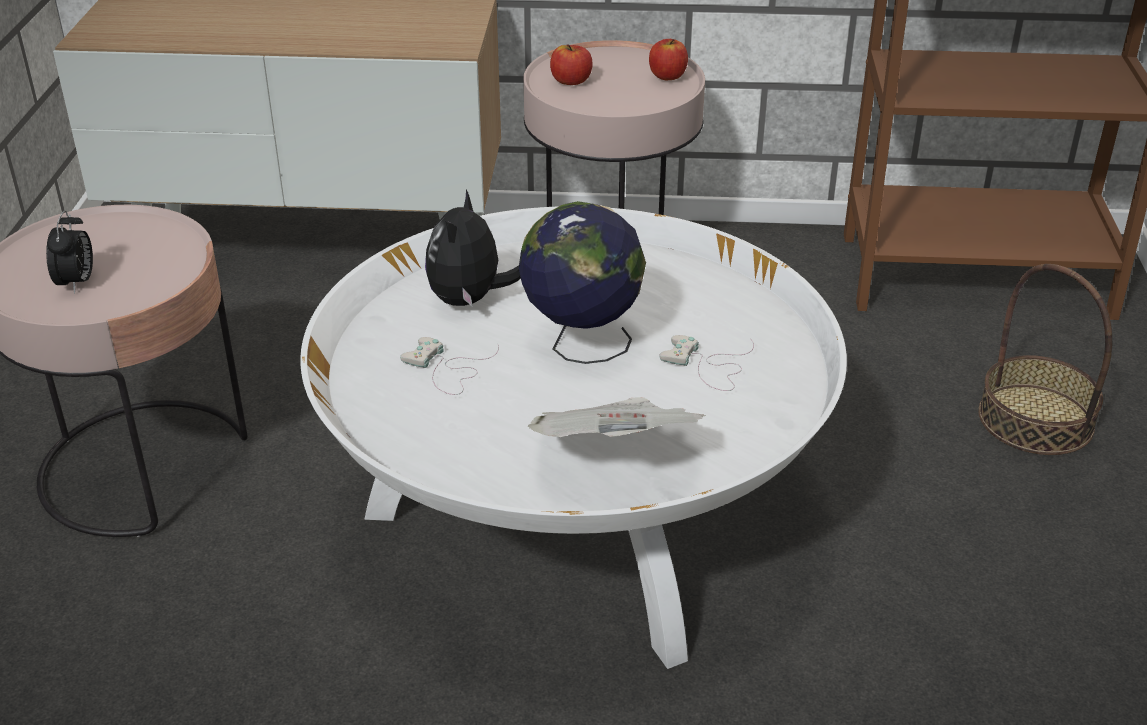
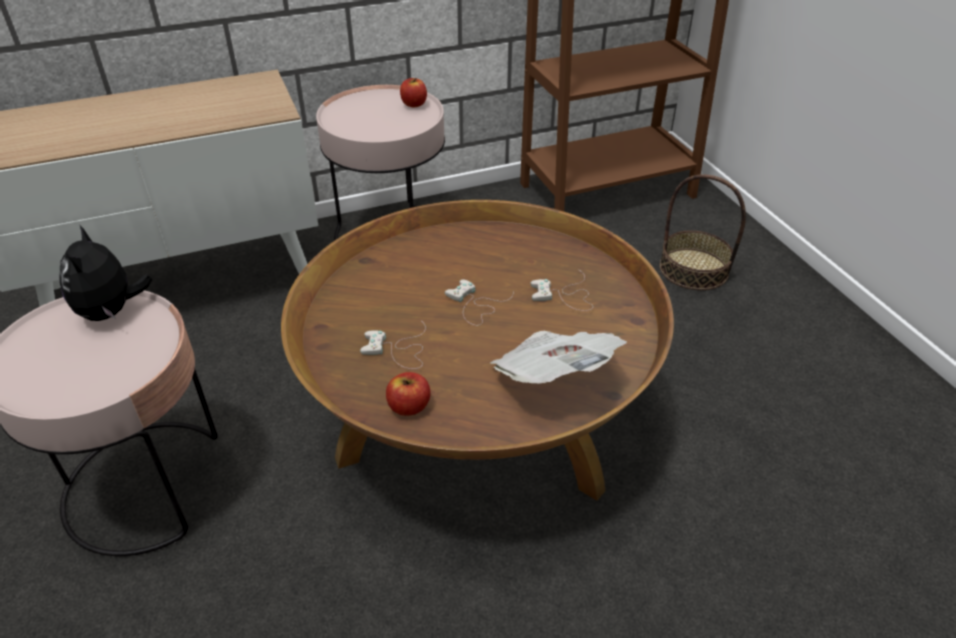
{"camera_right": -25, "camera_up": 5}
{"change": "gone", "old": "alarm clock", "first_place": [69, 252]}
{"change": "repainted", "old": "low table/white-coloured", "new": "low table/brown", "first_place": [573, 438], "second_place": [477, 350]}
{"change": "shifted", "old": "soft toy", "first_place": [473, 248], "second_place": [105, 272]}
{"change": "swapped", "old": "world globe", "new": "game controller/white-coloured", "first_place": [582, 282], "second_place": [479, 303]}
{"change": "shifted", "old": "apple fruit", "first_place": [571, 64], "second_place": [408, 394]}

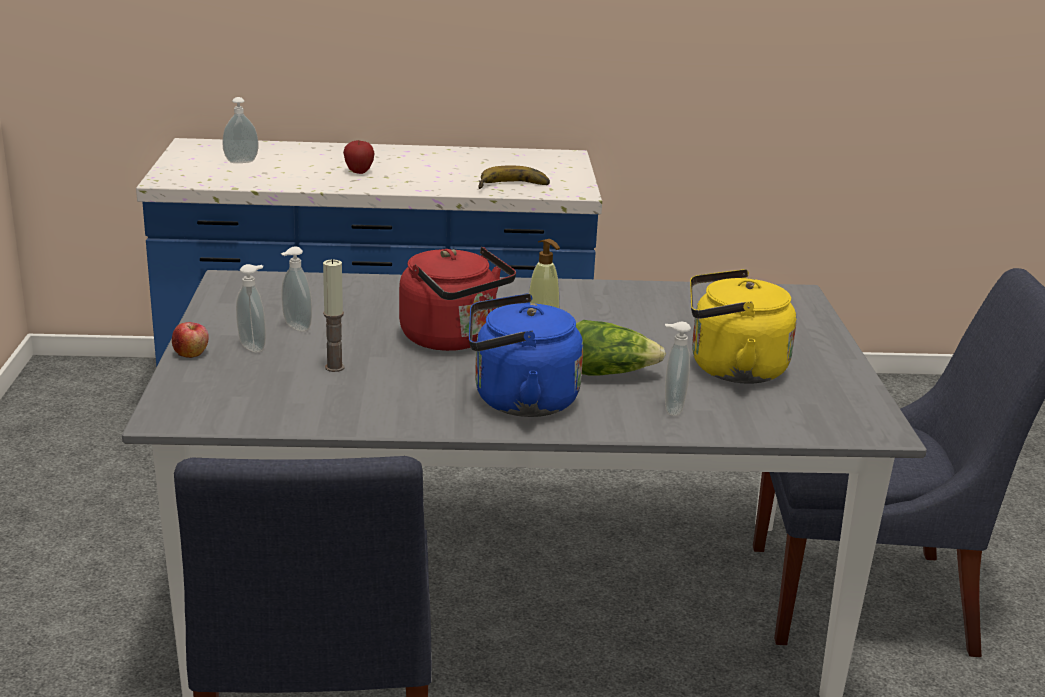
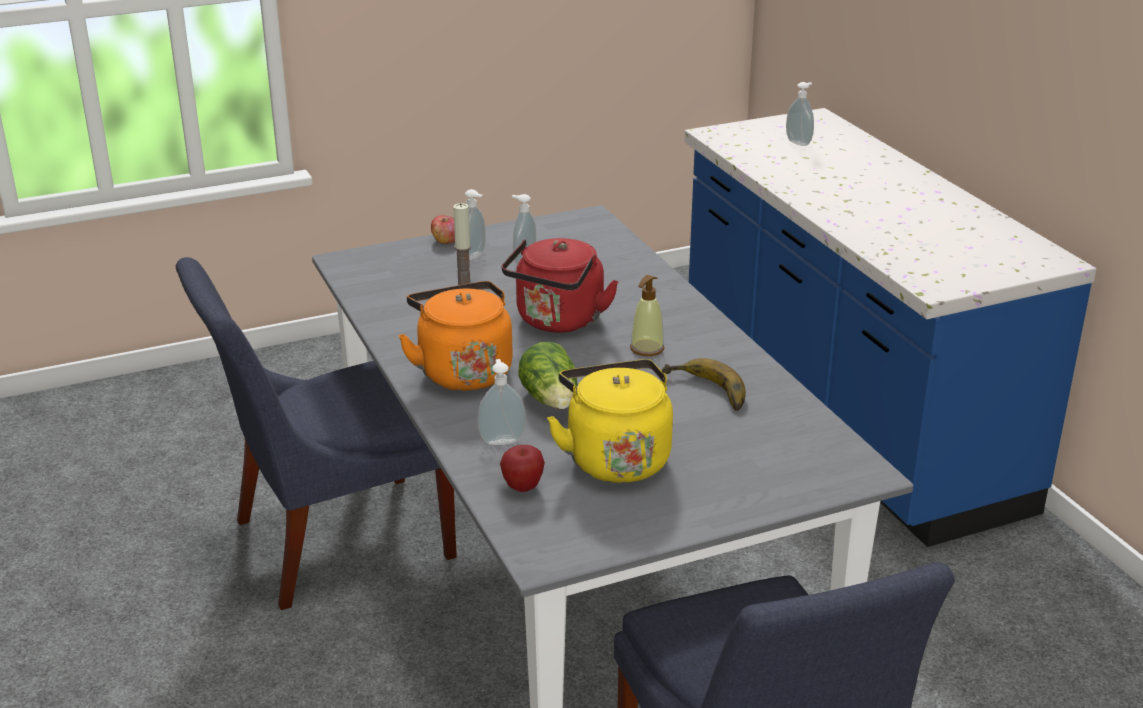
{"camera_right": 70, "camera_up": 5}
{"change": "shifted", "old": "apple fruit", "first_place": [358, 157], "second_place": [522, 468]}
{"change": "repainted", "old": "tea kettle/bluish", "new": "tea kettle/orange", "first_place": [526, 355], "second_place": [455, 336]}
{"change": "shifted", "old": "banana", "first_place": [514, 177], "second_place": [703, 384]}

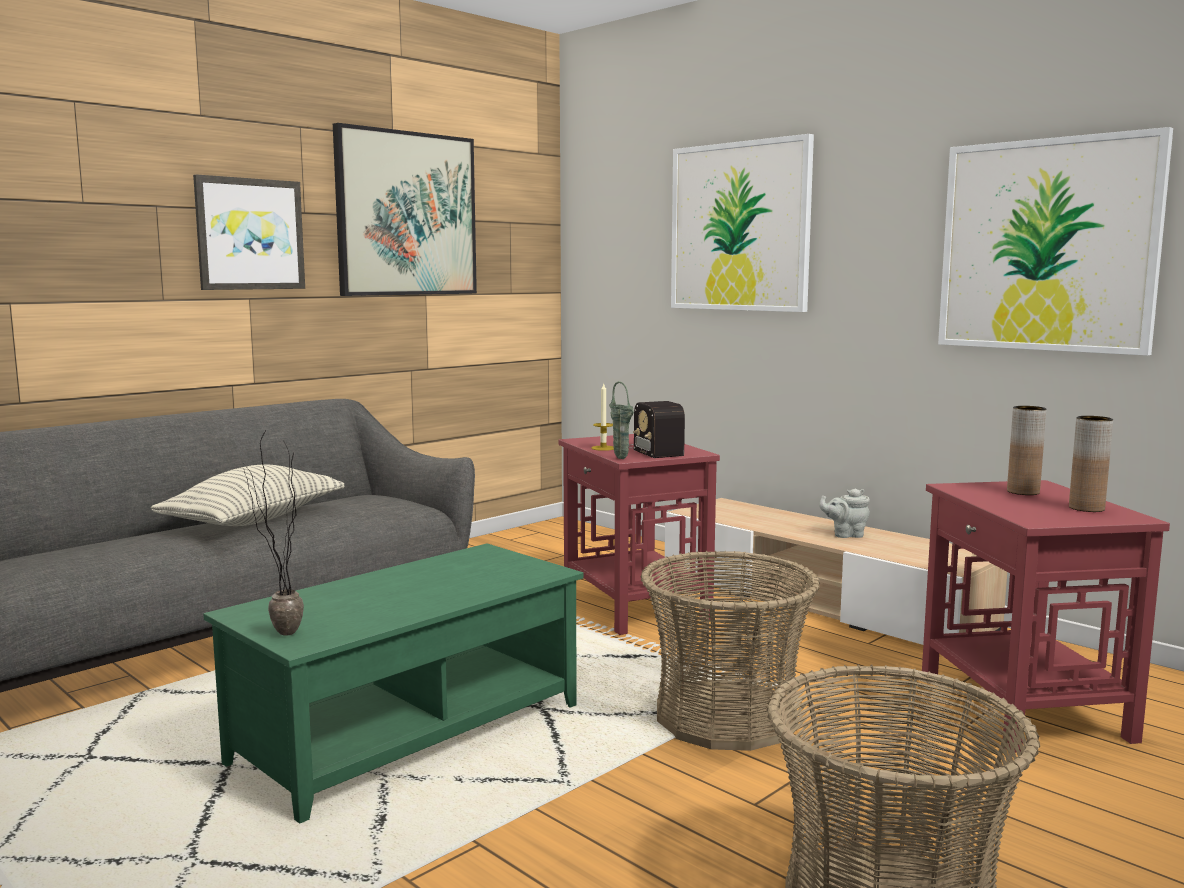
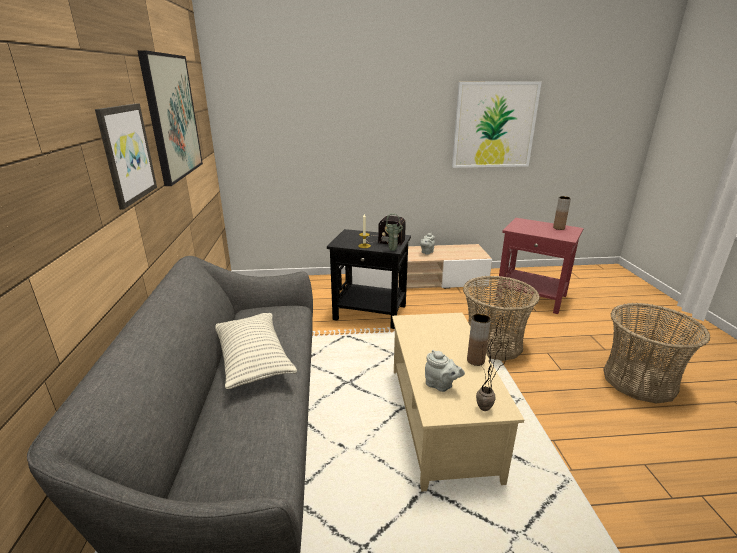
{"camera_right": -50, "camera_up": 15}
{"change": "repainted", "old": "low table/green-coloured", "new": "low table/sand-coloured", "first_place": [393, 683], "second_place": [458, 402]}
{"change": "repainted", "old": "end table/reddish", "new": "end table/black", "first_place": [639, 534], "second_place": [369, 279]}
{"change": "gone", "old": "wall picture", "first_place": [742, 223]}
{"change": "shifted", "old": "decorative vase/brown", "first_place": [1027, 450], "second_place": [479, 340]}
{"change": "new", "new": "pot for tea/grey", "second_place": [445, 371]}

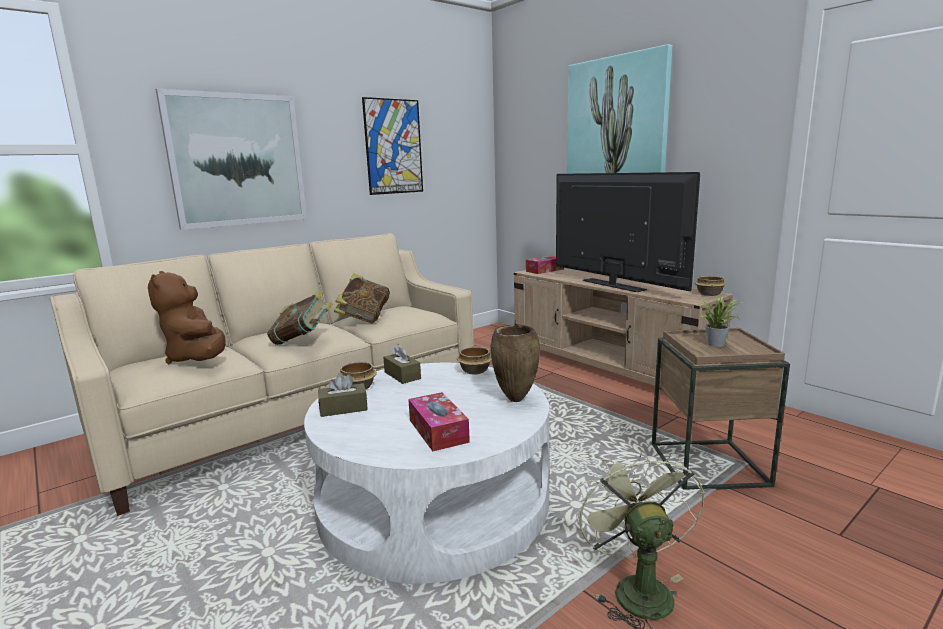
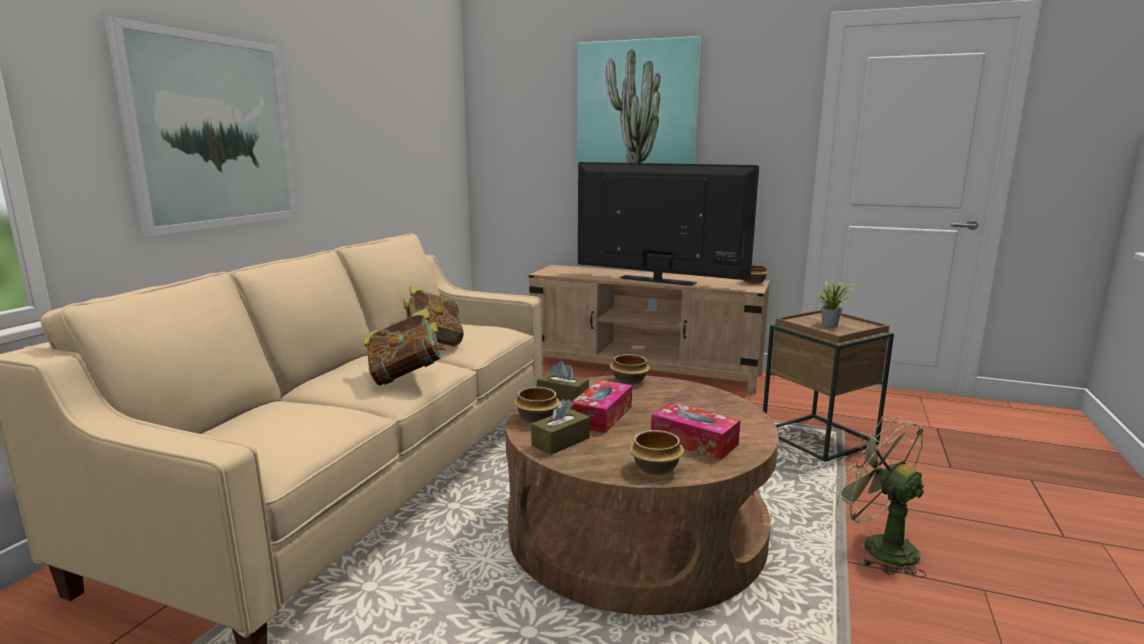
{"camera_right": -30, "camera_up": 0}
{"change": "gone", "old": "soft toy/brown", "first_place": [187, 317]}
{"change": "repainted", "old": "low table/white-coloured", "new": "low table/brown", "first_place": [426, 473], "second_place": [642, 495]}
{"change": "gone", "old": "wall picture", "first_place": [392, 146]}
{"change": "gone", "old": "decorative vase/brown", "first_place": [515, 363]}
{"change": "shifted", "old": "tissue holder", "first_place": [545, 265], "second_place": [601, 406]}
{"change": "new", "new": "bowl", "second_place": [656, 452]}

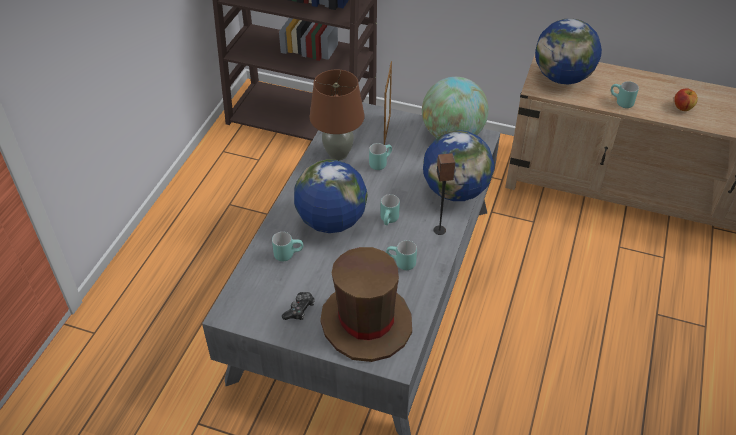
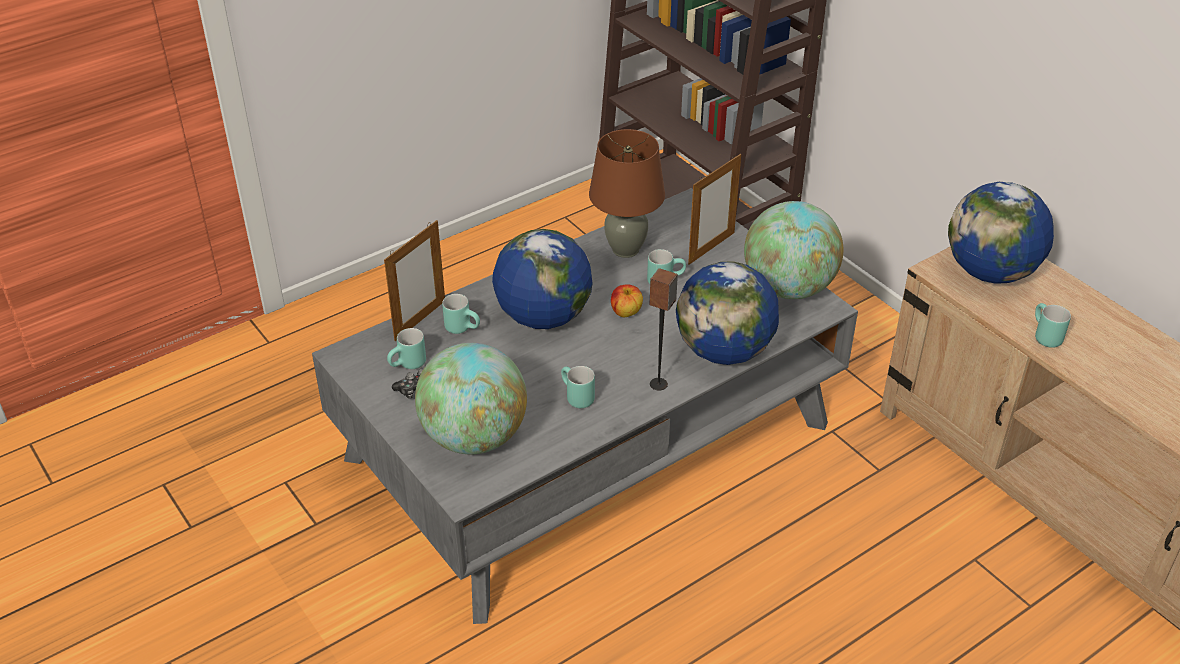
{"camera_right": 35, "camera_up": -5}
{"change": "swapped", "old": "wearable hat/brown", "new": "world globe", "first_place": [366, 304], "second_place": [471, 398]}
{"change": "shifted", "old": "tea mug/blue-green", "first_place": [390, 209], "second_place": [406, 348]}
{"change": "shifted", "old": "apple fruit", "first_place": [686, 100], "second_place": [627, 301]}
{"change": "new", "new": "standing frame", "second_place": [414, 281]}

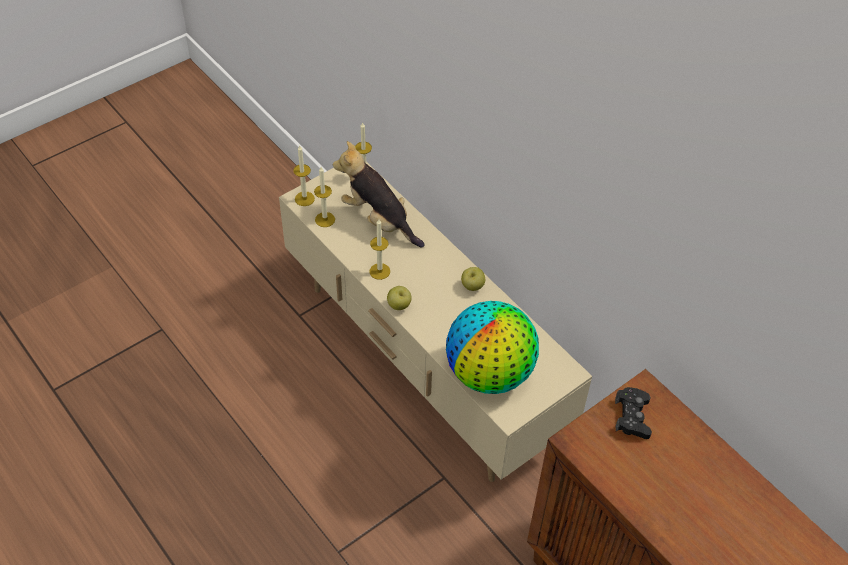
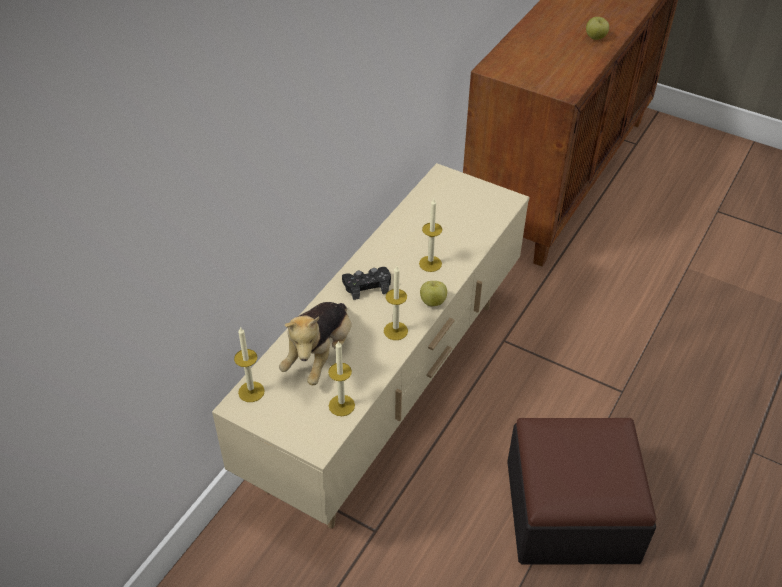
{"camera_right": -110, "camera_up": -5}
{"change": "shifted", "old": "candle", "first_place": [304, 176], "second_place": [430, 235]}
{"change": "gone", "old": "world globe", "first_place": [492, 347]}
{"change": "shifted", "old": "apple fruit", "first_place": [473, 279], "second_place": [597, 28]}
{"change": "shifted", "old": "game controller/black", "first_place": [633, 413], "second_place": [366, 283]}
{"change": "new", "new": "ottoman", "second_place": [581, 491]}

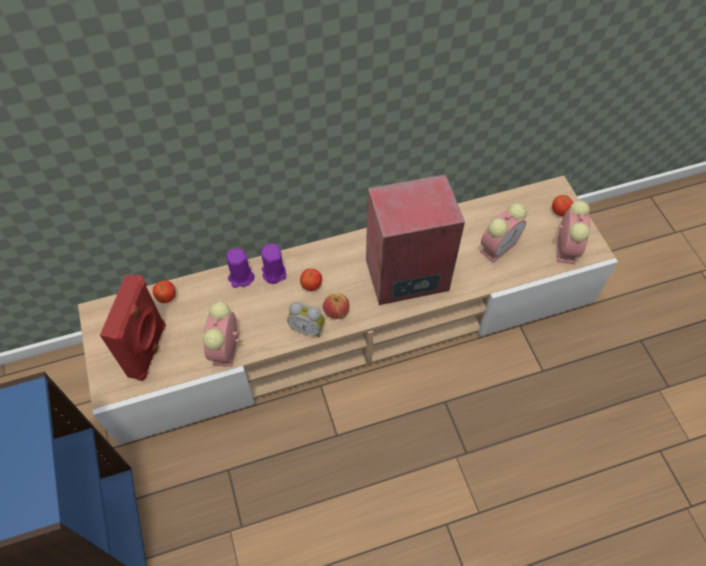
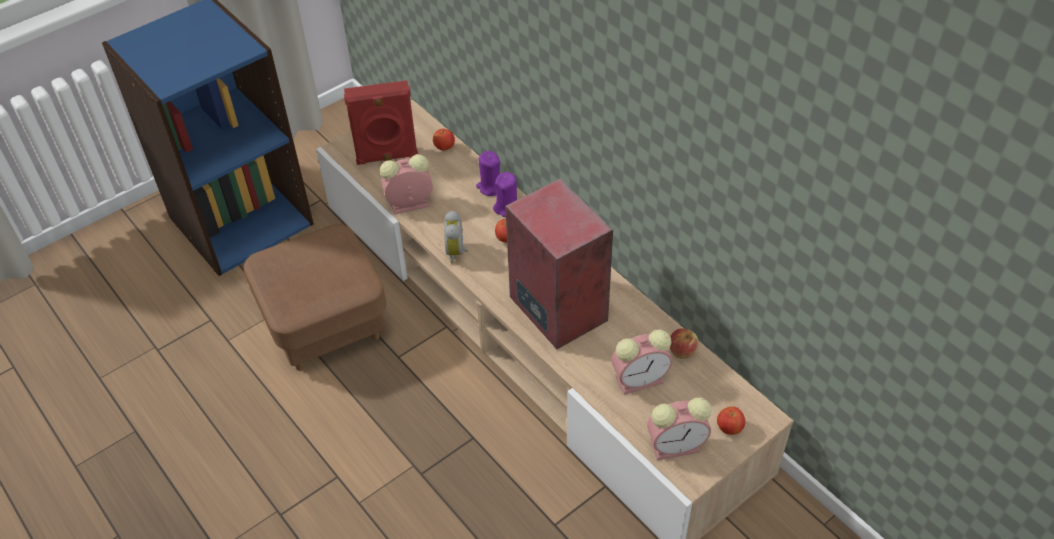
{"camera_right": 70, "camera_up": -10}
{"change": "shifted", "old": "apple fruit", "first_place": [336, 306], "second_place": [684, 343]}
{"change": "rotated", "old": "alarm clock", "first_place": [503, 233], "second_place": [642, 362], "degrees": -45}
{"change": "new", "new": "ottoman/brown", "second_place": [315, 297]}

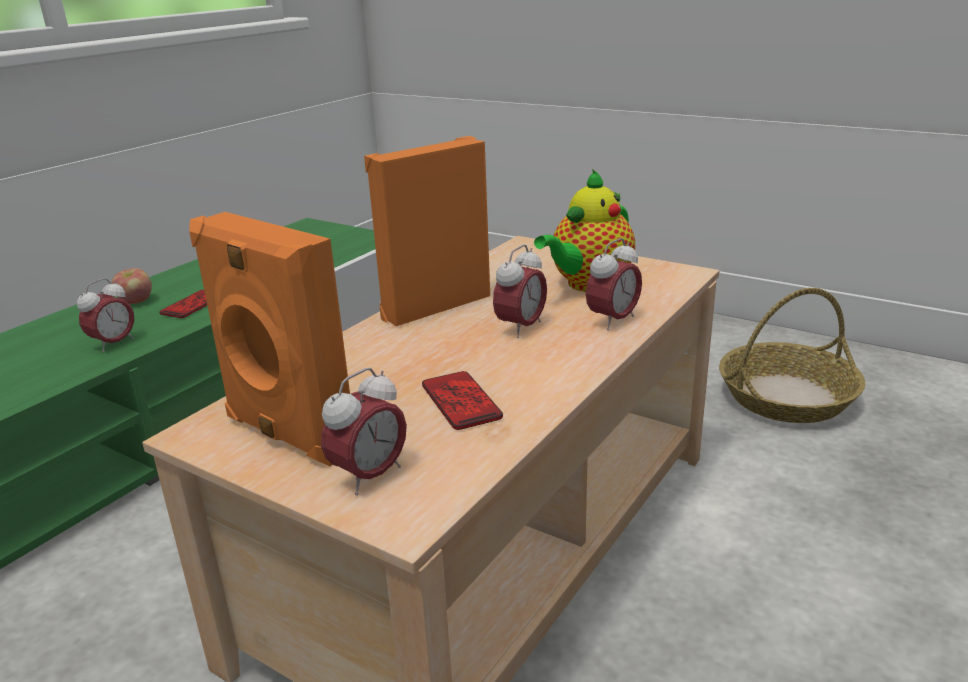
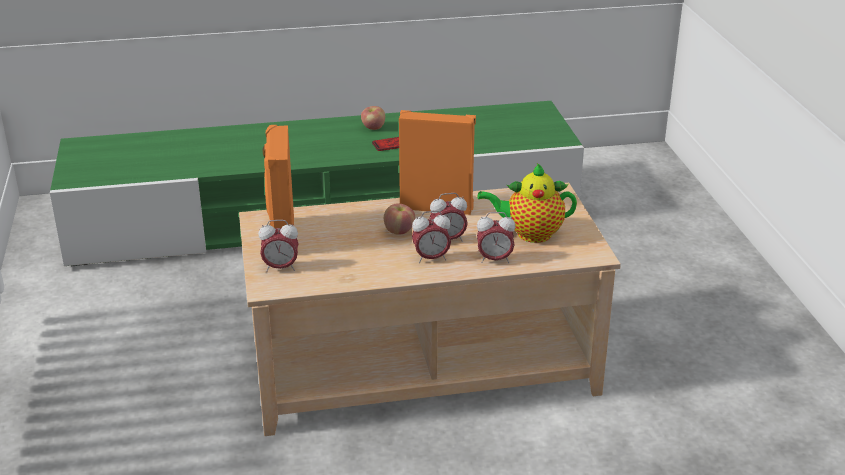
{"camera_right": 45, "camera_up": 5}
{"change": "shifted", "old": "alarm clock", "first_place": [105, 315], "second_place": [431, 236]}
{"change": "gone", "old": "phone", "first_place": [462, 400]}
{"change": "gone", "old": "household basket", "first_place": [792, 355]}
{"change": "new", "new": "apple fruit", "second_place": [399, 219]}

